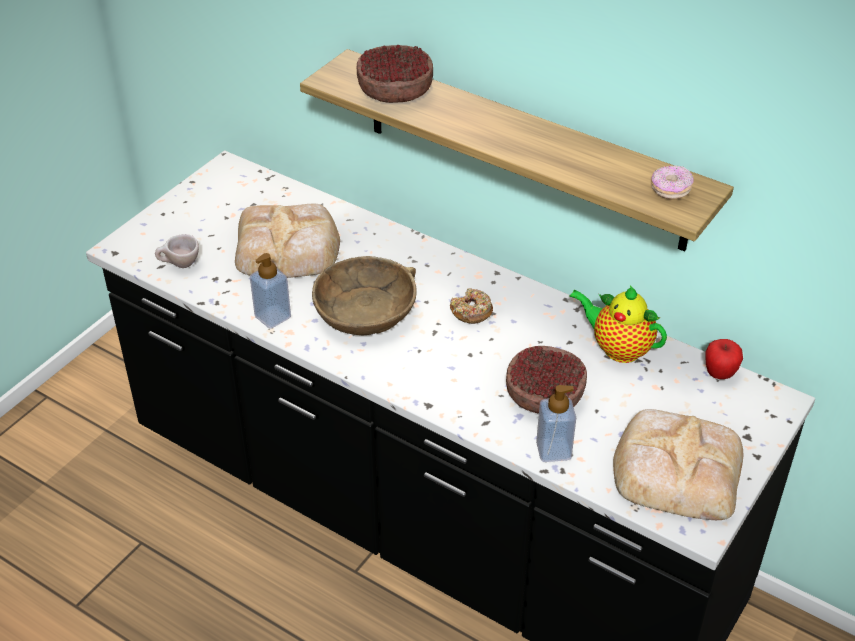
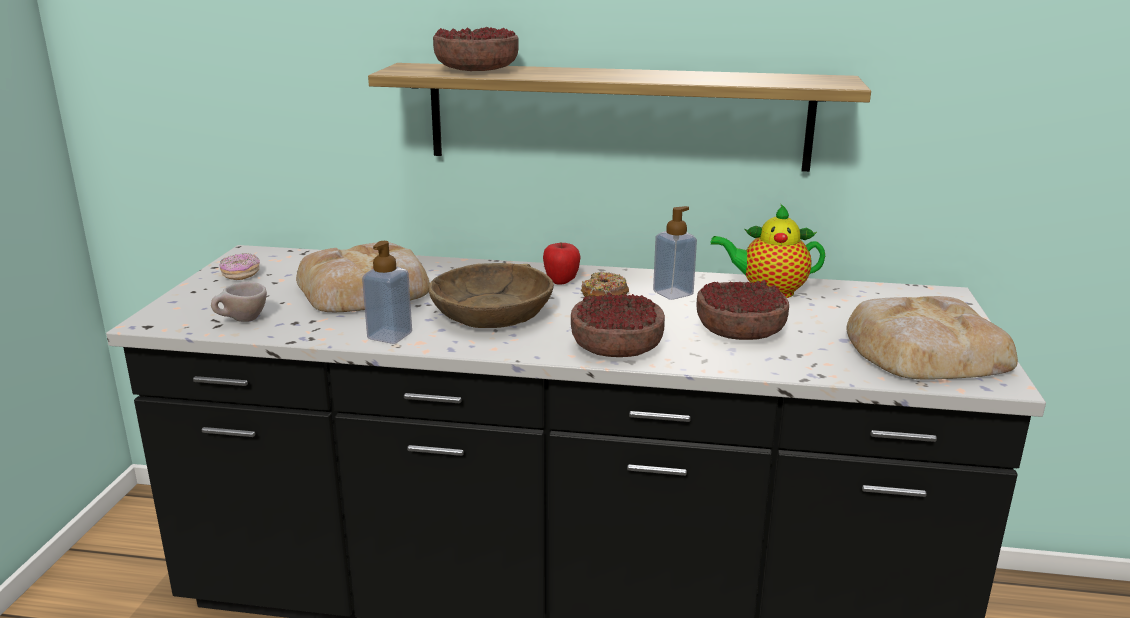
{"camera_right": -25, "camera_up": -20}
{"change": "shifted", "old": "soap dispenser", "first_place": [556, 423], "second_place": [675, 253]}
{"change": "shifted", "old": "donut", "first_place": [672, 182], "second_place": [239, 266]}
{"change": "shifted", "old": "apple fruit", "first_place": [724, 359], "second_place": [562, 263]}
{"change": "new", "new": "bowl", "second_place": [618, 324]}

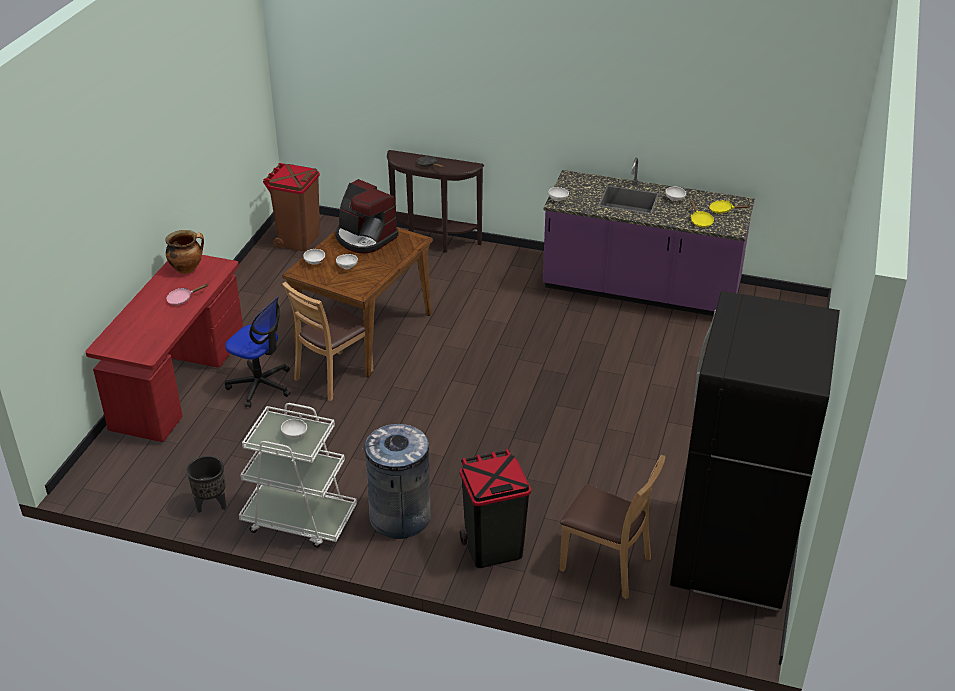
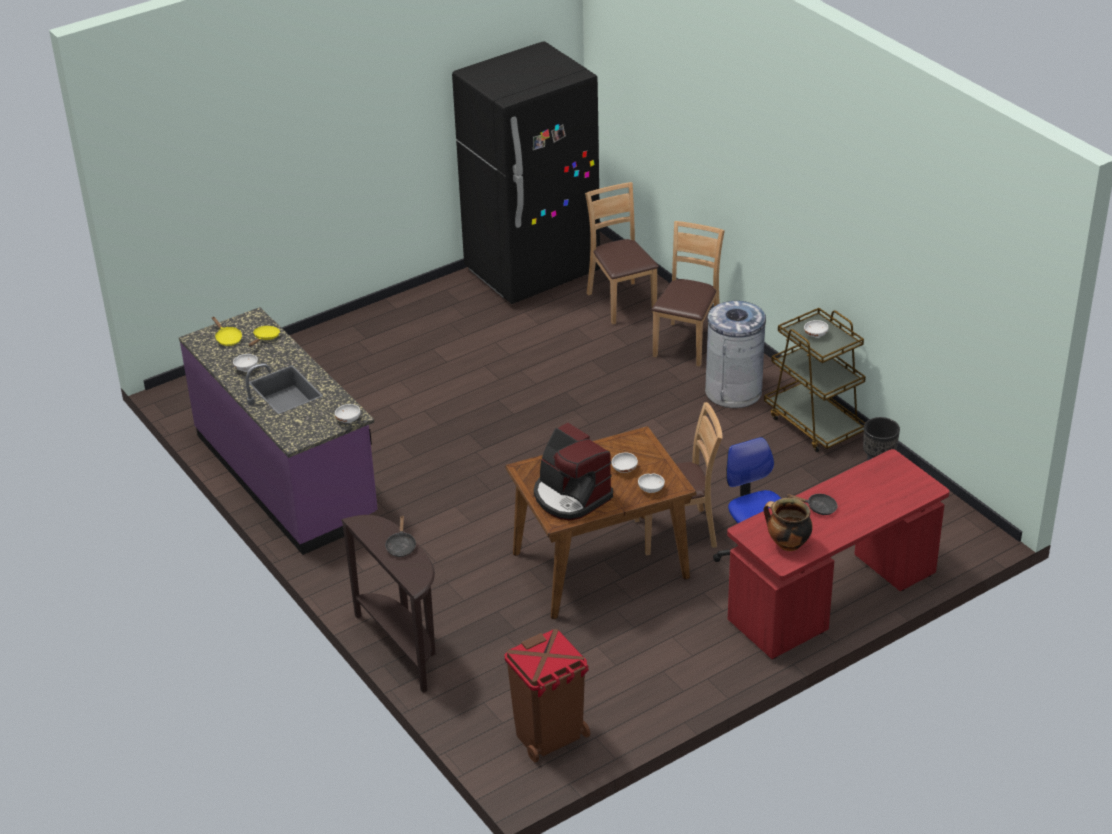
{"camera_right": -140, "camera_up": 0}
{"change": "repainted", "old": "skillet/pinkish", "new": "skillet/black", "first_place": [187, 294], "second_place": [812, 504]}
{"change": "repainted", "old": "trolley/white-coloured", "new": "trolley/brown", "first_place": [298, 475], "second_place": [815, 380]}
{"change": "rotated", "old": "coffee brewer", "first_place": [367, 216], "second_place": [573, 472], "degrees": 150}
{"change": "swapped", "old": "trash can/black", "new": "chair/brown", "first_place": [495, 508], "second_place": [688, 294]}

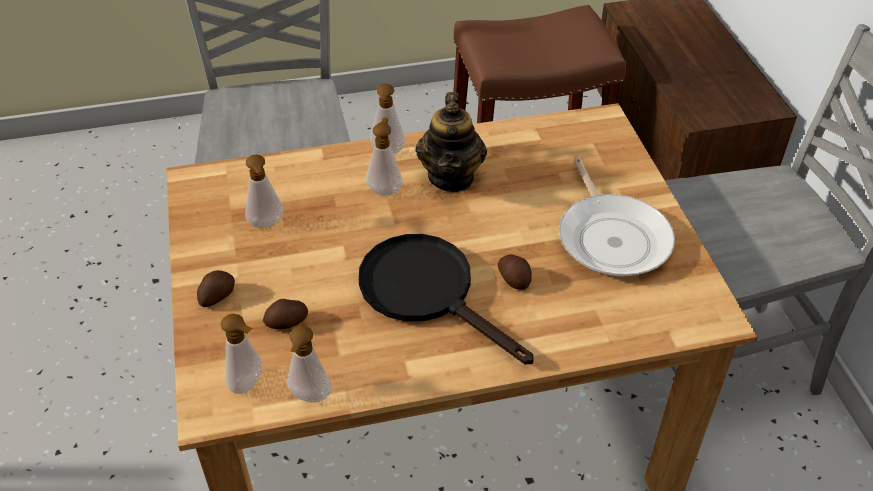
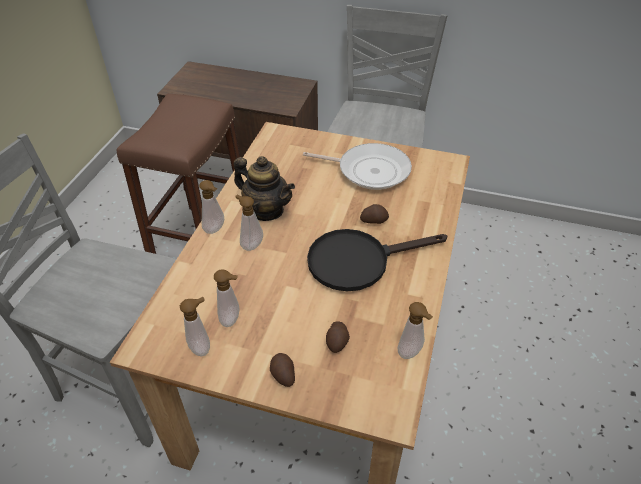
{"camera_right": -60, "camera_up": 0}
{"change": "shifted", "old": "soap dispenser", "first_place": [241, 354], "second_place": [195, 327]}

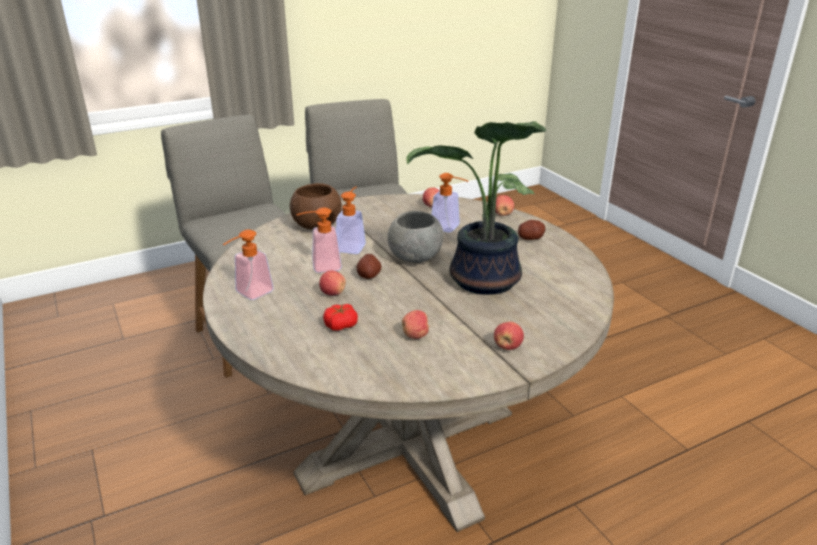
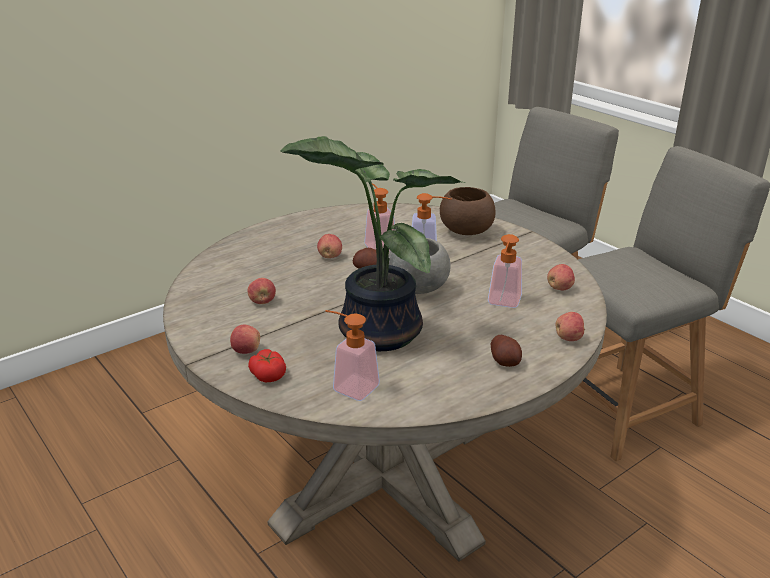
{"camera_right": 80, "camera_up": 0}
{"change": "shifted", "old": "soap dispenser", "first_place": [248, 265], "second_place": [352, 355]}
{"change": "shifted", "old": "tomato", "first_place": [340, 317], "second_place": [267, 365]}

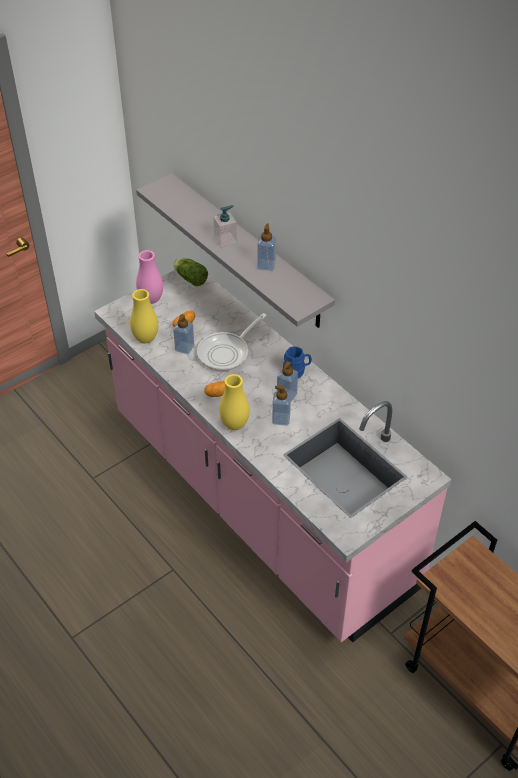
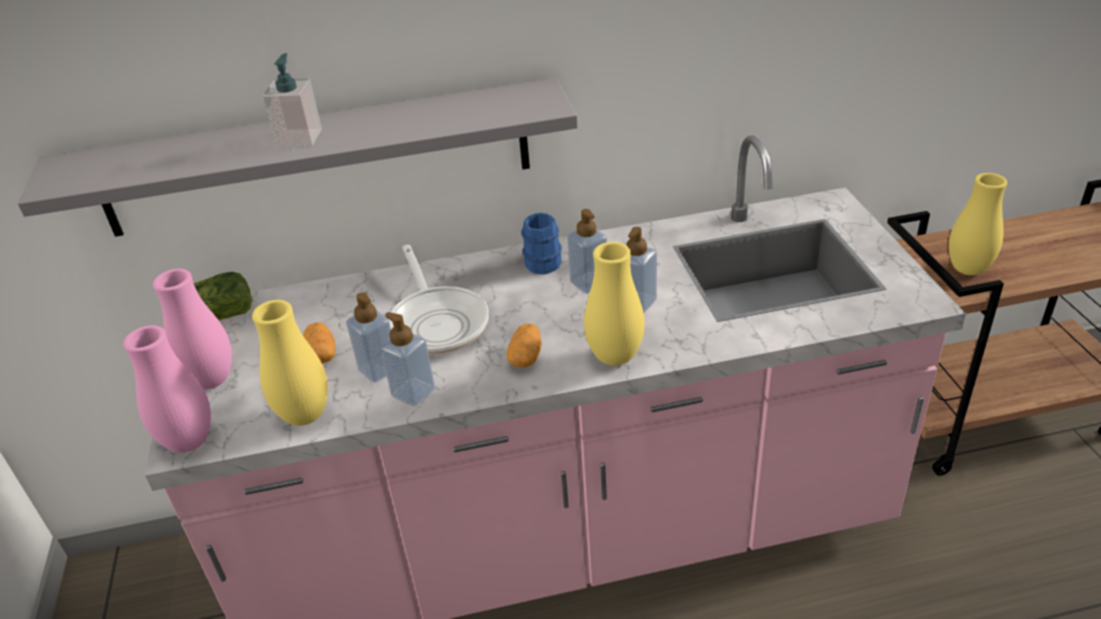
{"camera_right": -60, "camera_up": -10}
{"change": "shifted", "old": "soap dispenser", "first_place": [266, 247], "second_place": [407, 359]}
{"change": "new", "new": "decorative vase/pinkish", "second_place": [167, 389]}
{"change": "new", "new": "decorative vase/yellowish", "second_place": [978, 224]}

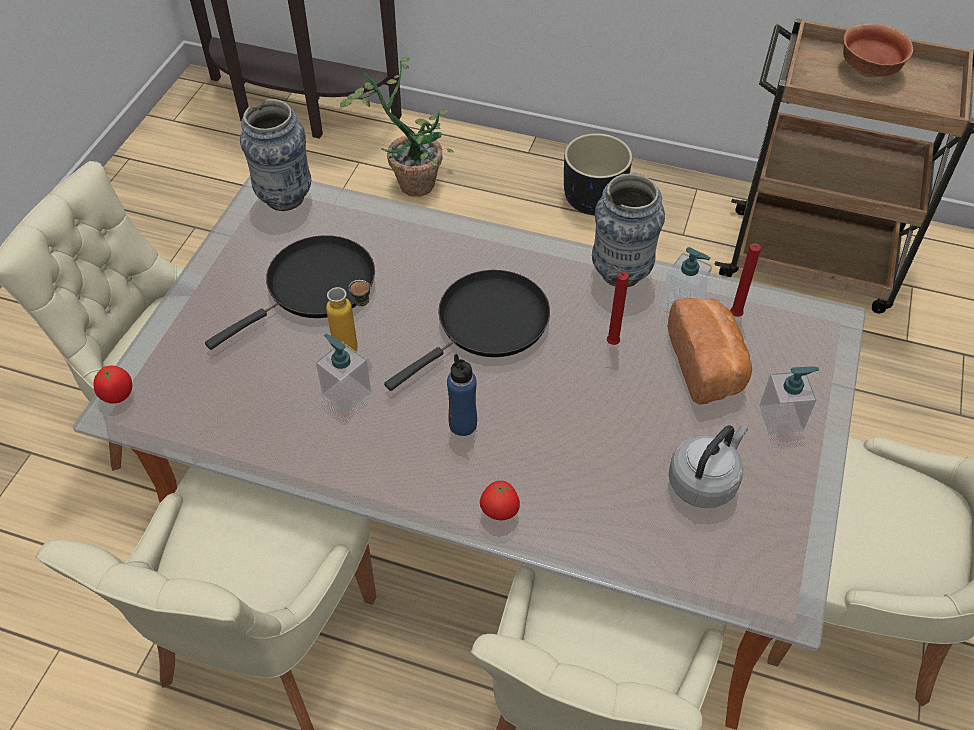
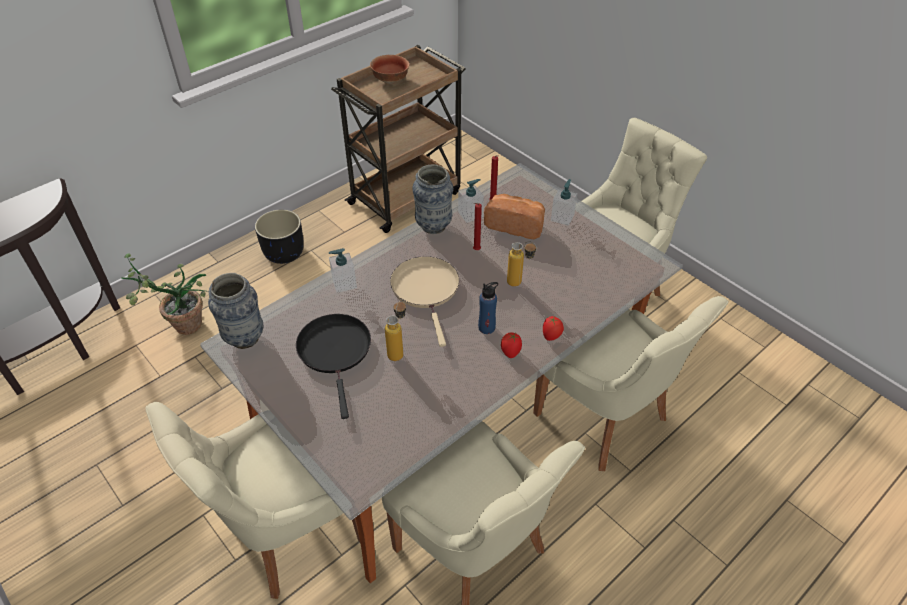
{"camera_right": -60, "camera_up": -5}
{"change": "shifted", "old": "tomato", "first_place": [112, 385], "second_place": [511, 345]}
{"change": "shifted", "old": "soap dispenser", "first_place": [343, 373], "second_place": [343, 270]}
{"change": "repainted", "old": "skillet/black", "new": "skillet/sand-coloured", "first_place": [467, 330], "second_place": [424, 301]}
{"change": "gone", "old": "tea kettle/grey", "first_place": [708, 466]}
{"change": "new", "new": "drink bottle", "second_place": [522, 264]}

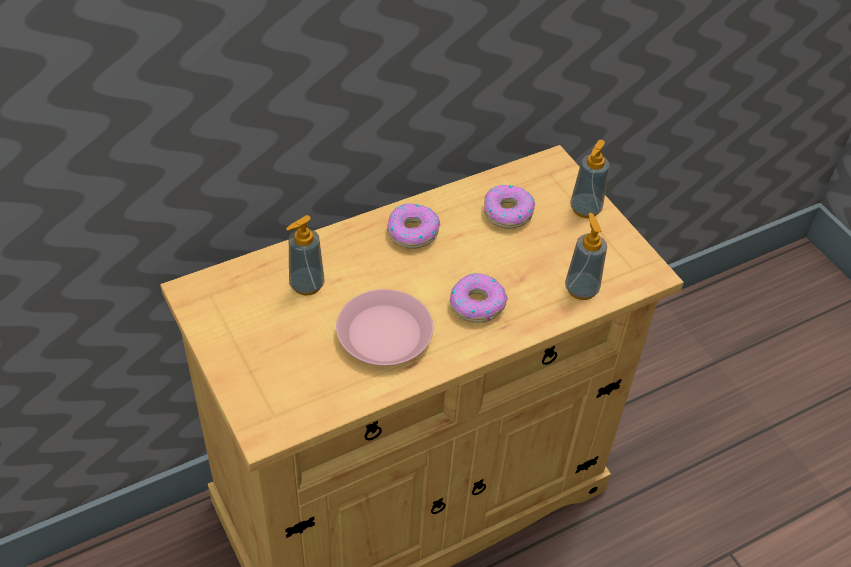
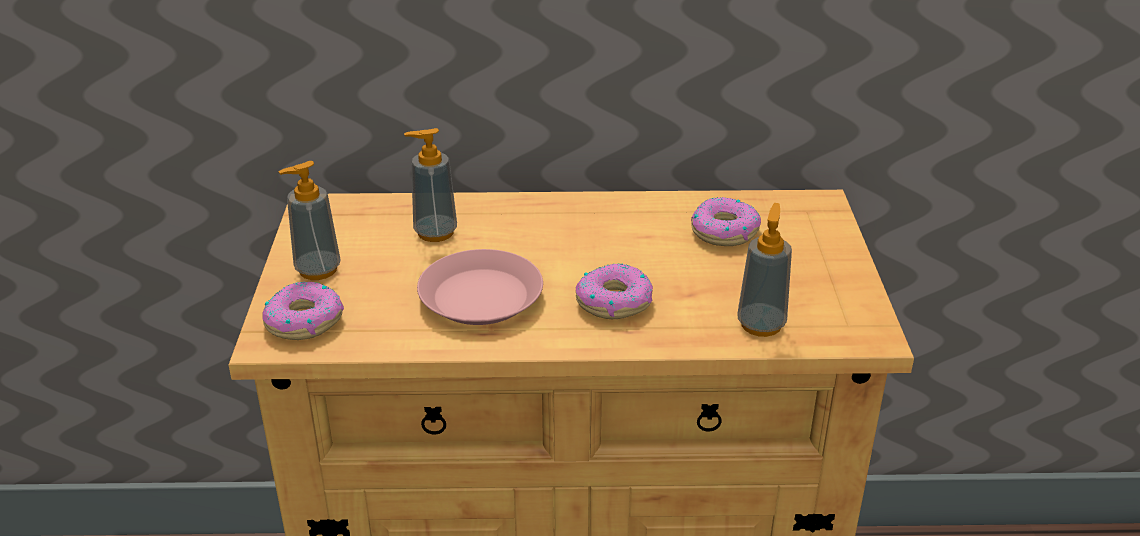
{"camera_right": 30, "camera_up": -15}
{"change": "shifted", "old": "donut", "first_place": [413, 226], "second_place": [303, 311]}
{"change": "shifted", "old": "soap dispenser", "first_place": [590, 179], "second_place": [309, 220]}

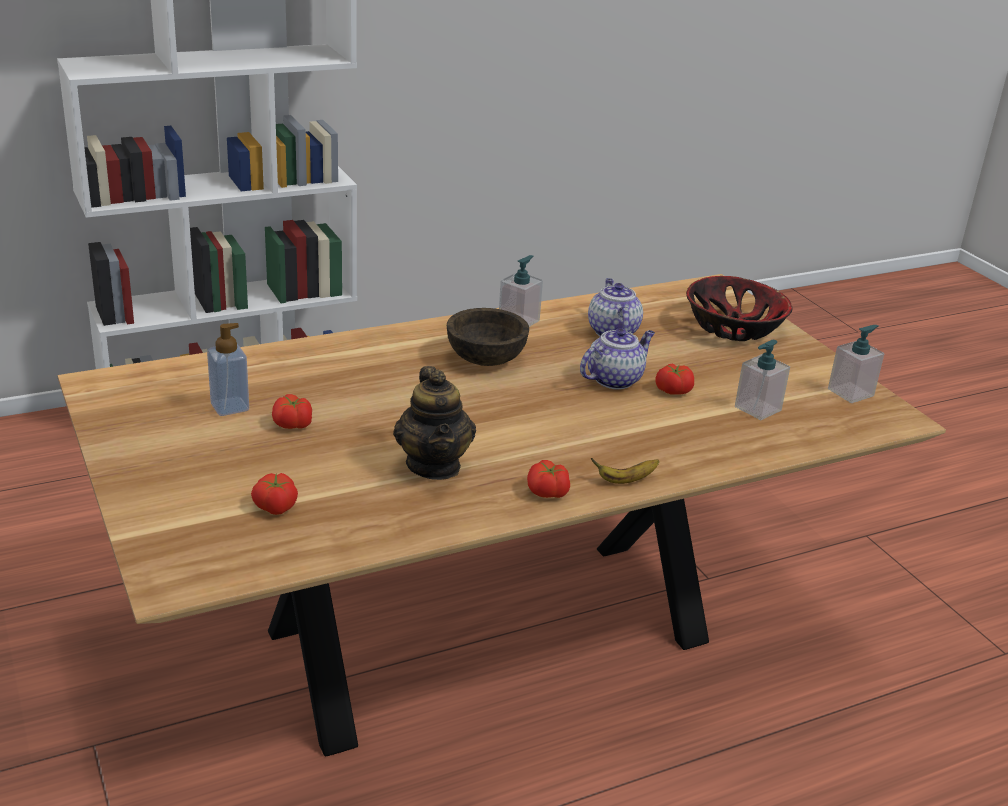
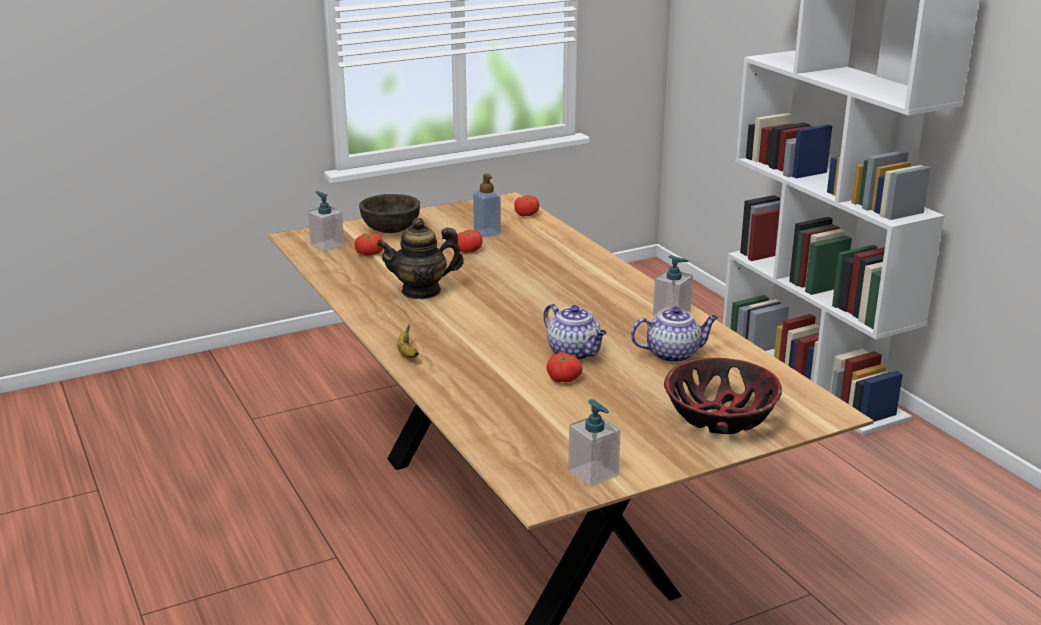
{"camera_right": 90, "camera_up": -5}
{"change": "shifted", "old": "bowl/brown", "first_place": [488, 337], "second_place": [389, 213]}
{"change": "shifted", "old": "tomato", "first_place": [548, 479], "second_place": [526, 205]}
{"change": "shifted", "old": "soap dispenser", "first_place": [762, 380], "second_place": [326, 221]}

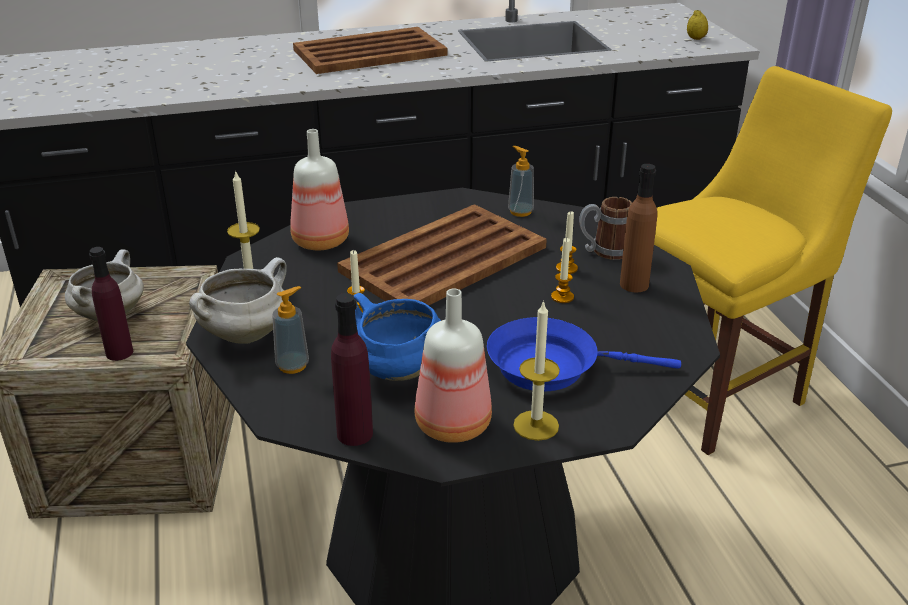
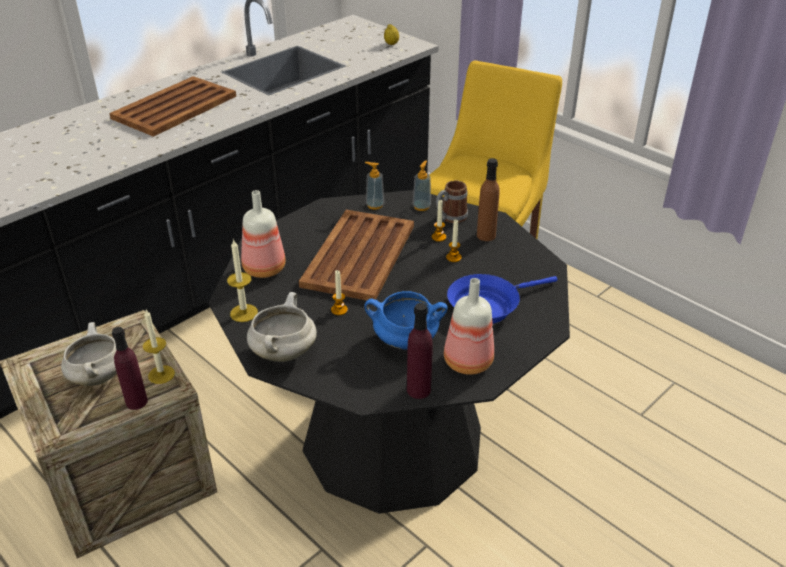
{"camera_right": -30, "camera_up": 5}
{"change": "shifted", "old": "soap dispenser", "first_place": [290, 330], "second_place": [422, 185]}
{"change": "shifted", "old": "candle", "first_place": [536, 370], "second_place": [159, 347]}

